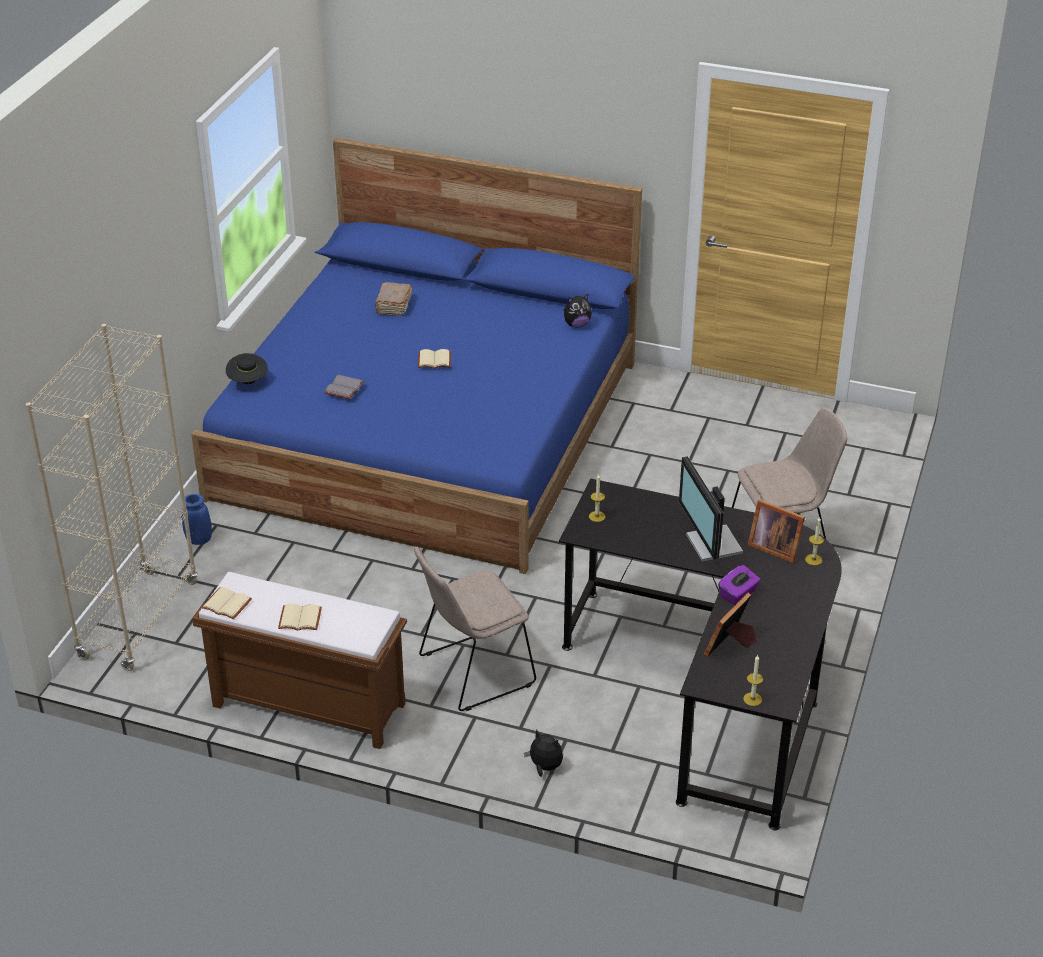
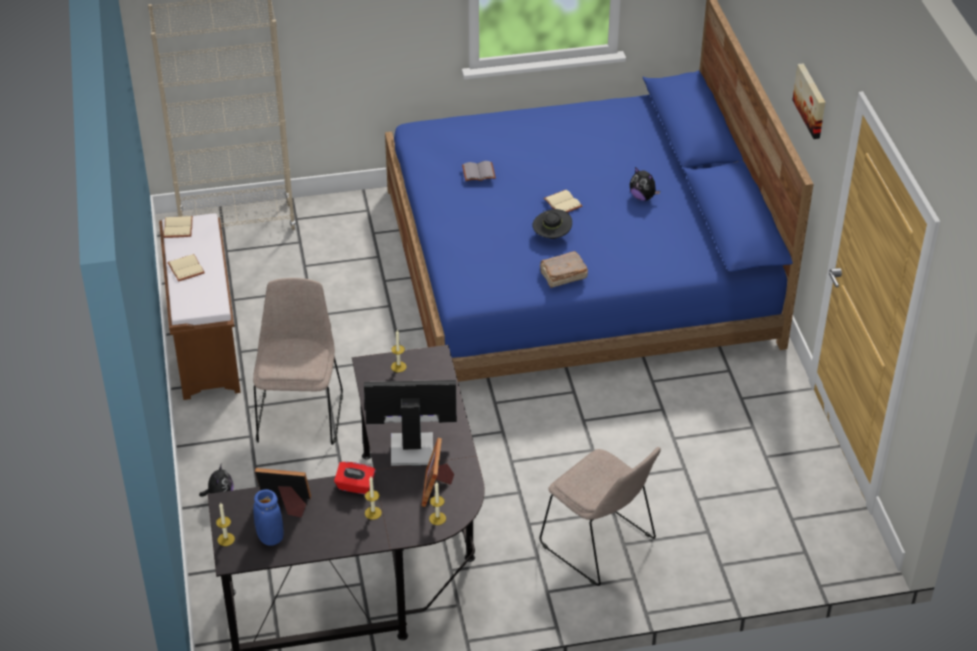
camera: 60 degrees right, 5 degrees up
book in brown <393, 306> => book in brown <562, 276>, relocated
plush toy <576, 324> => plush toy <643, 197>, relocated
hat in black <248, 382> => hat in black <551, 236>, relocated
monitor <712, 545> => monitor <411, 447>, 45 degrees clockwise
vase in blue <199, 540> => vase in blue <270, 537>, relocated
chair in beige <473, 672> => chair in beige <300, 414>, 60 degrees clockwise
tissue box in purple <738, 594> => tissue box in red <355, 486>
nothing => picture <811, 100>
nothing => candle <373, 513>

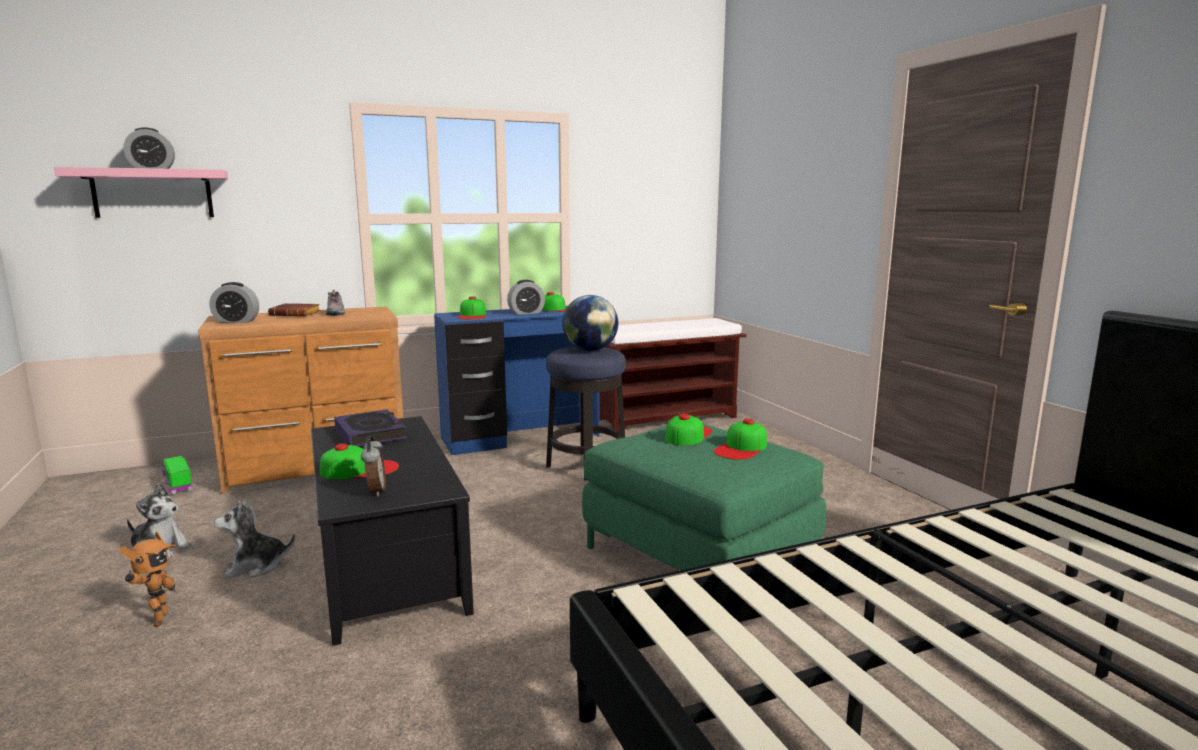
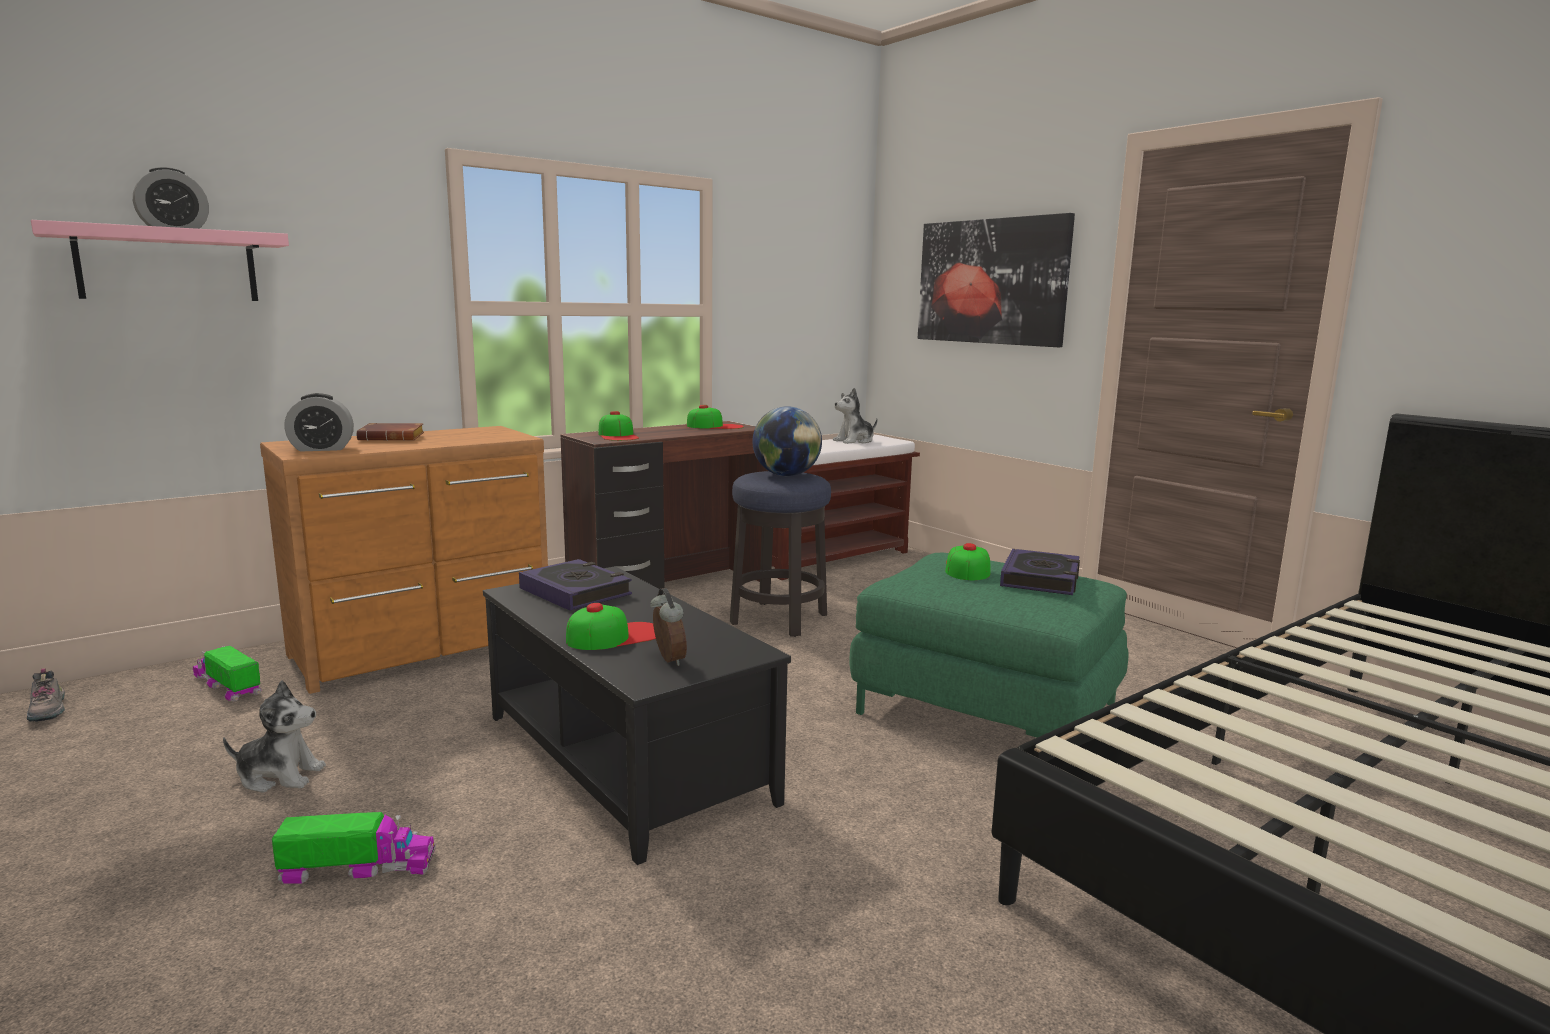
camera: 15 degrees left, 0 degrees up
alarm clock <526, 313> => nothing
shoe <336, 313> => shoe <48, 710>, relocated
desk in blue <521, 438> => desk in brown <671, 592>
cap <741, 448> => book <1040, 579>
plush toy <256, 566> => plush toy <854, 441>, relocated
toy robot <156, 620> => toy truck <358, 868>
nothing => picture <991, 281>

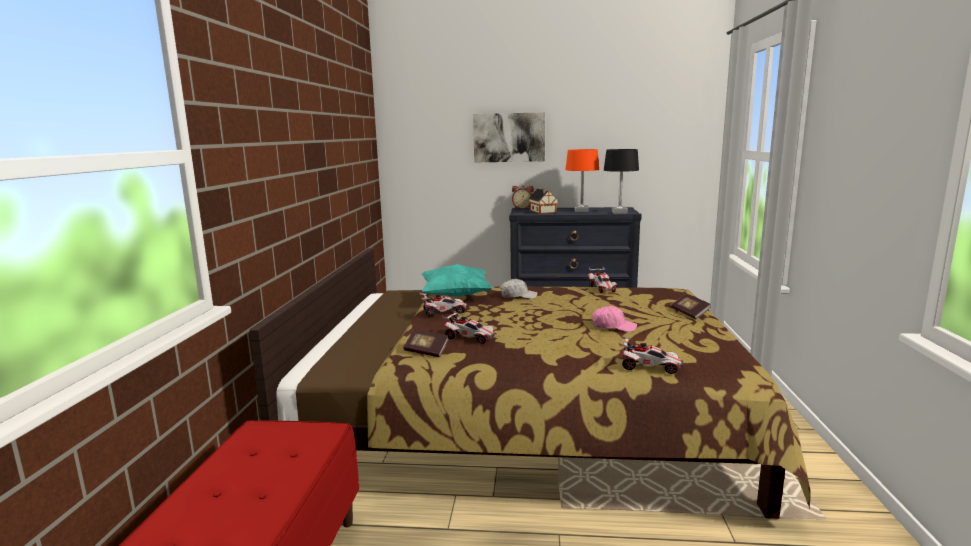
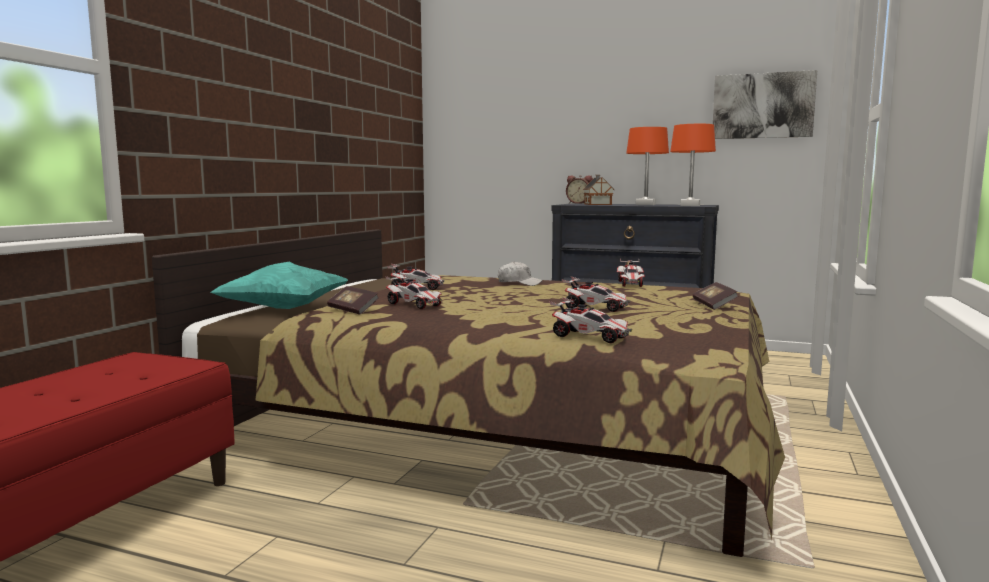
camera: 15 degrees right, 5 degrees down
picture <509, 137> => picture <762, 106>, relocated
table lamp in black <619, 212> => table lamp in orange <690, 205>
pillow in turquoise <456, 296> => pillow in turquoise <284, 309>, relocated
cap in pink <613, 327> => toy car <595, 308>

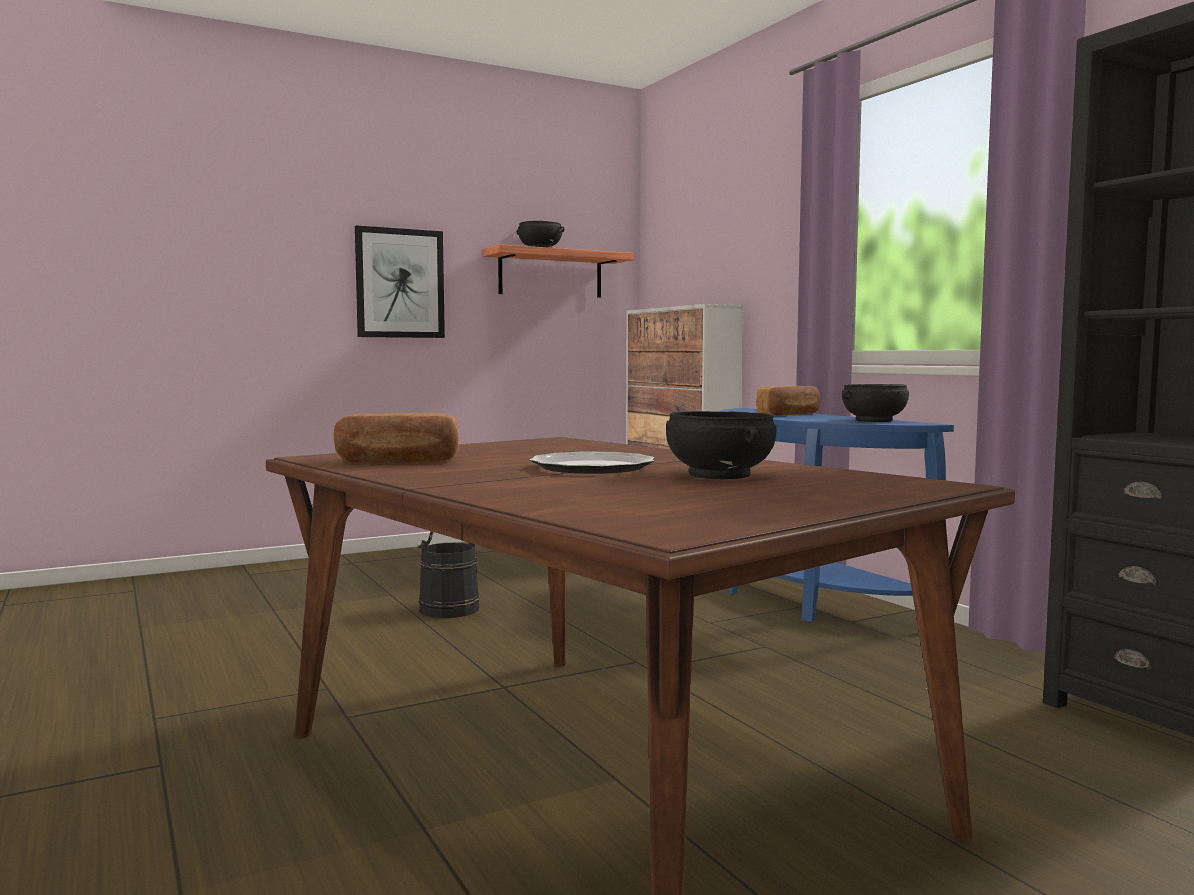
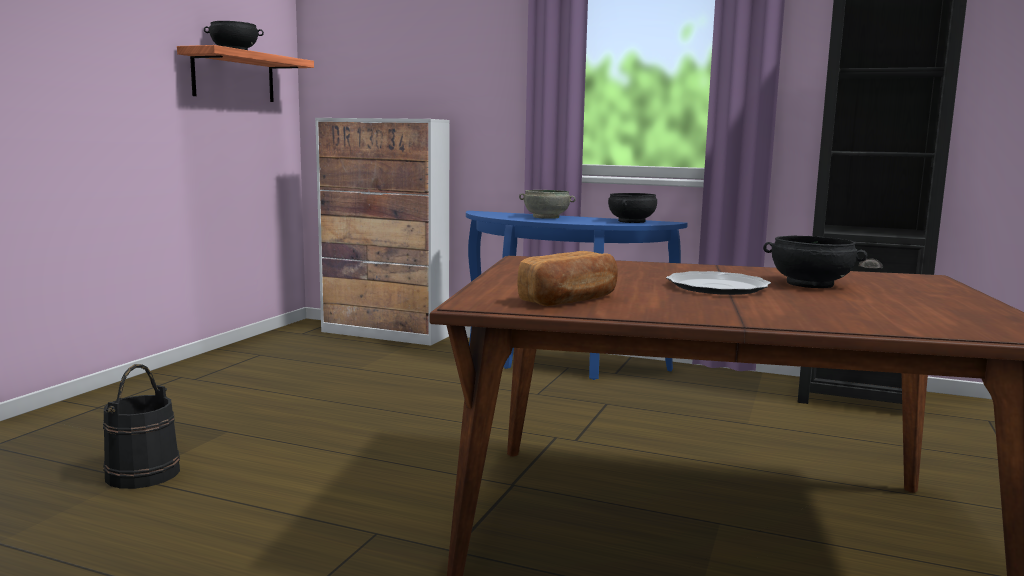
camera: 40 degrees left, 5 degrees up
picture <400, 283> => nothing
bread <789, 414> => bowl in grey <546, 217>
bucket in black <449, 609> => bucket in black <142, 473>, relocated

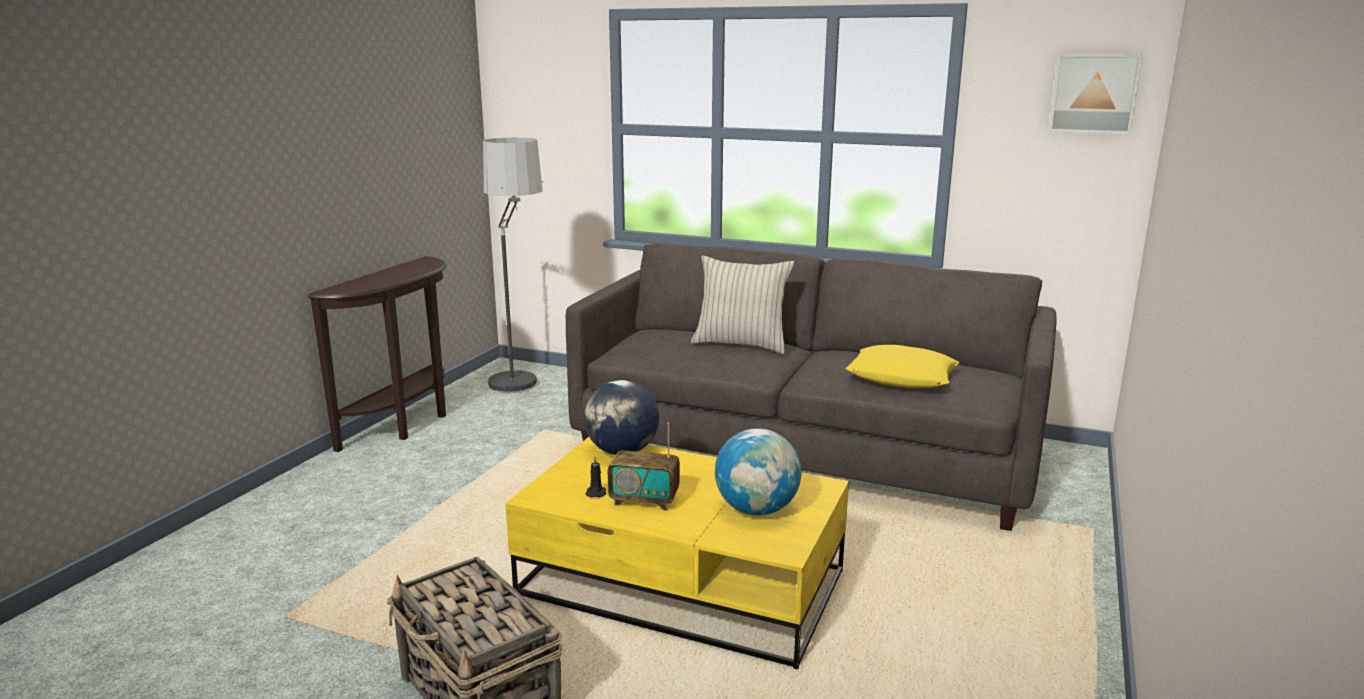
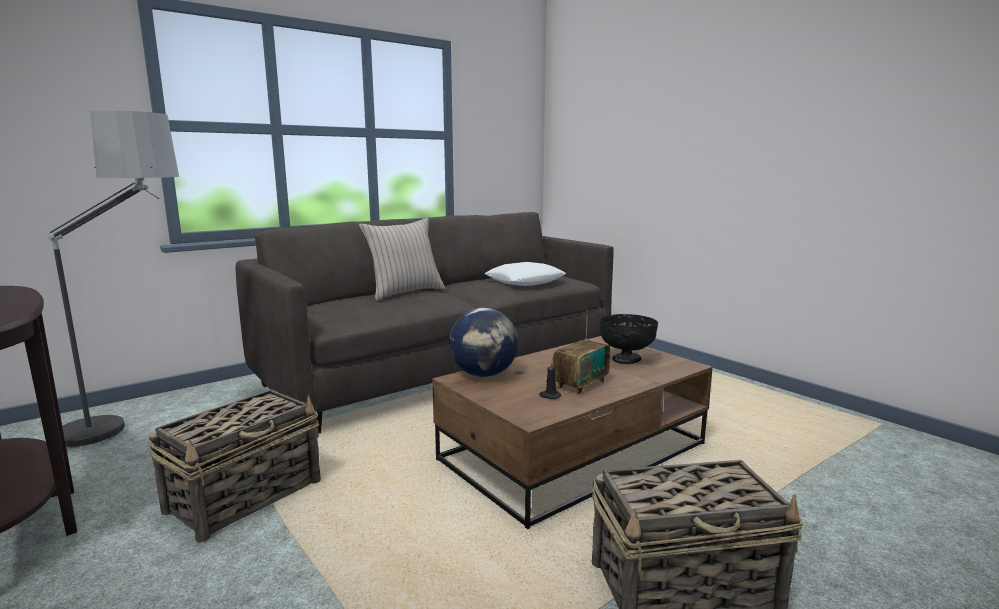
camera: 60 degrees left, 5 degrees down
picture <1094, 93> => nothing
pillow in yellow <902, 377> => pillow in white <525, 281>
globe <756, 510> => bowl in black <626, 360>
coffee table in yellow <684, 584> => coffee table in brown <574, 451>
nothing => basket <246, 496>

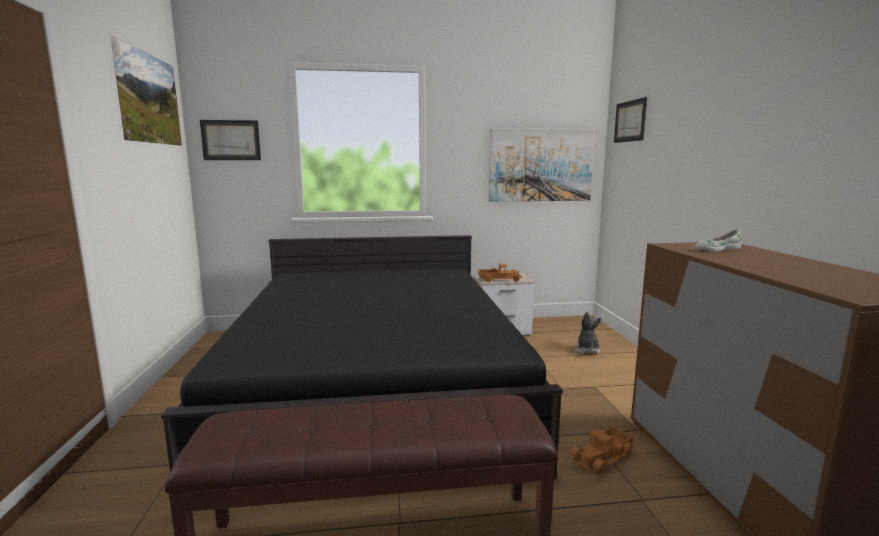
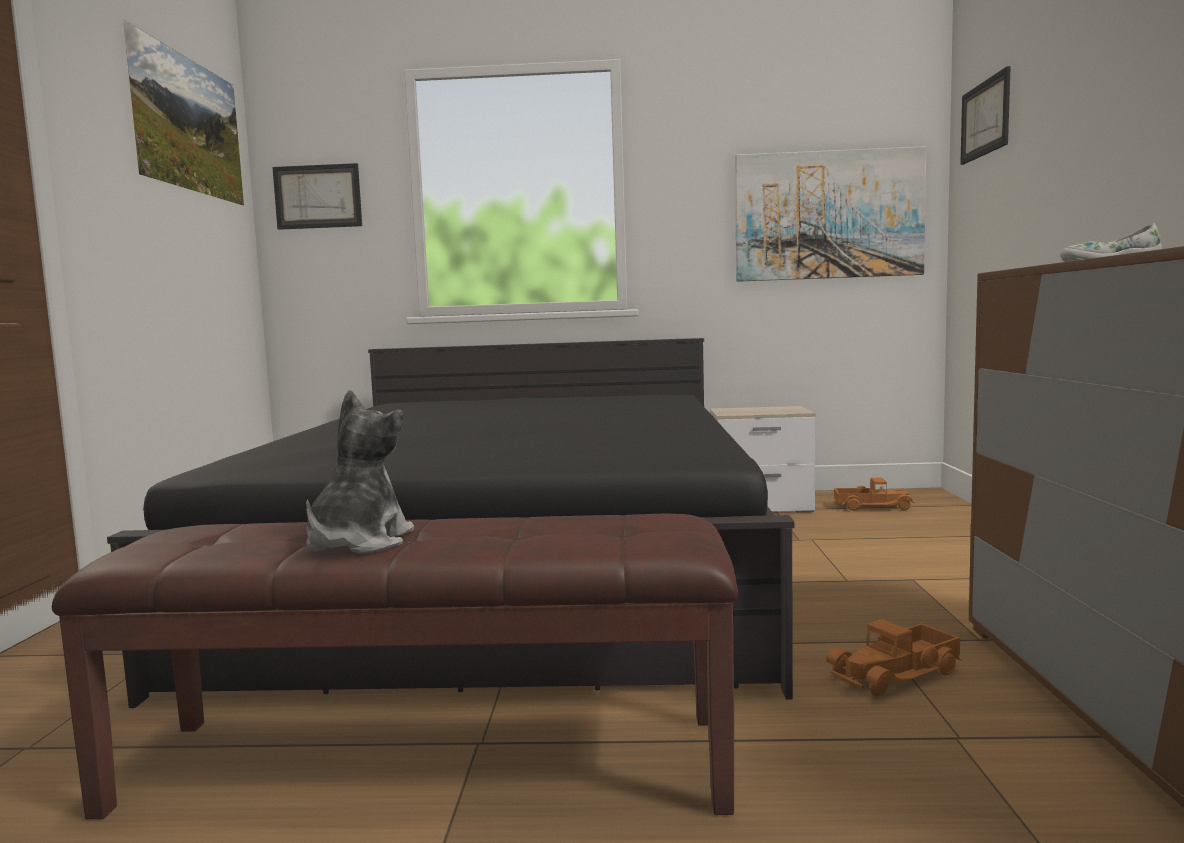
camera: 10 degrees right, 5 degrees down
toy truck <499, 280> => toy truck <872, 506>, relocated
plush toy <587, 350> => plush toy <358, 543>, relocated

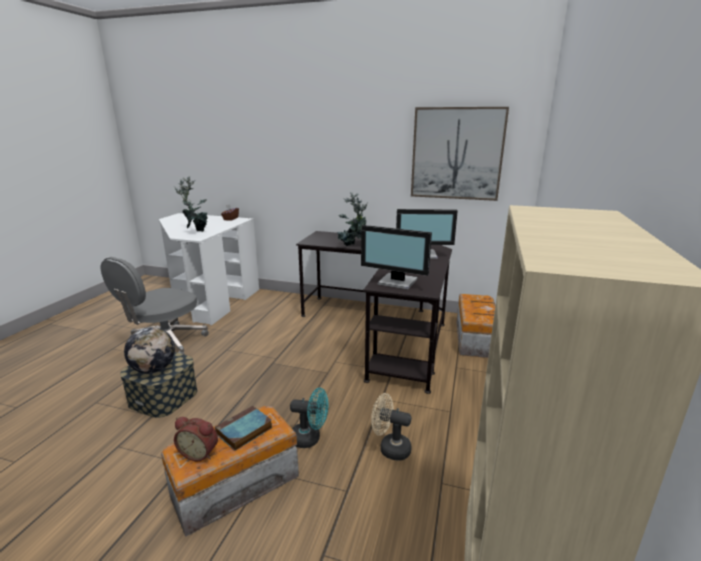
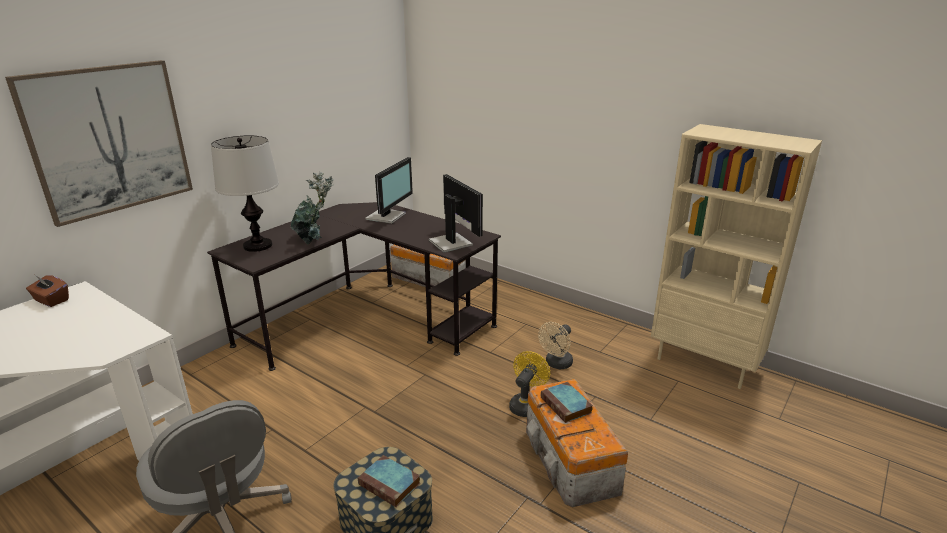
camera: 70 degrees left, 5 degrees up
picture <456, 154> => picture <109, 140>, relocated
potted plant <196, 231> => nothing
monitor <397, 282> => monitor <452, 242>, 75 degrees counterclockwise
globe <154, 369> => book <390, 484>
fan in turquoise <310, 438> => fan in yellow <526, 404>
alarm clock <200, 452> => nothing
nothing => table lamp <257, 246>

